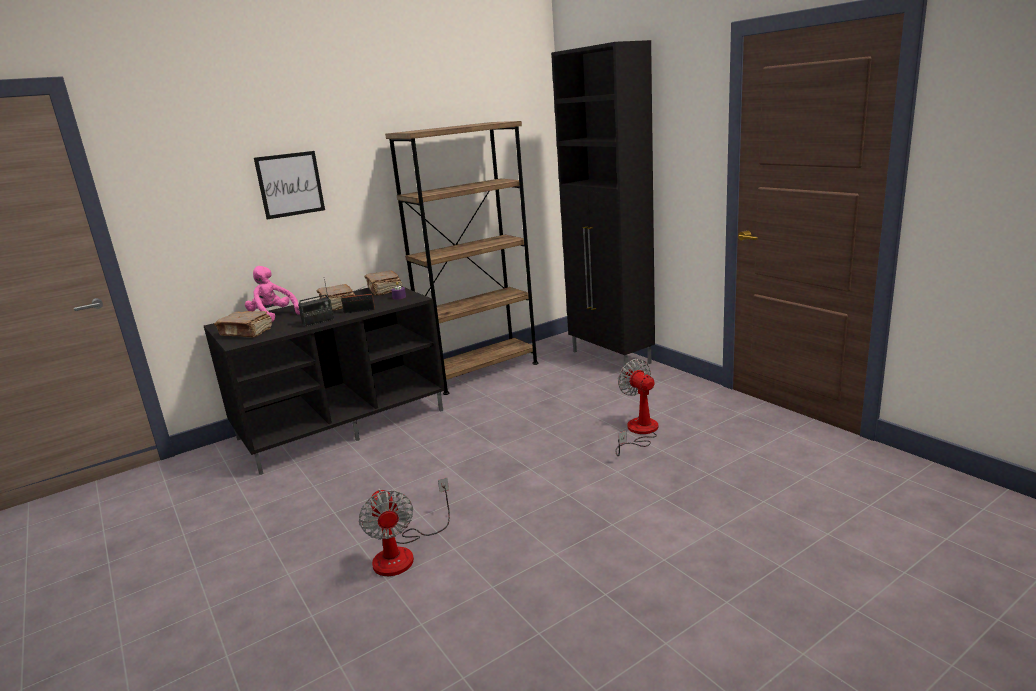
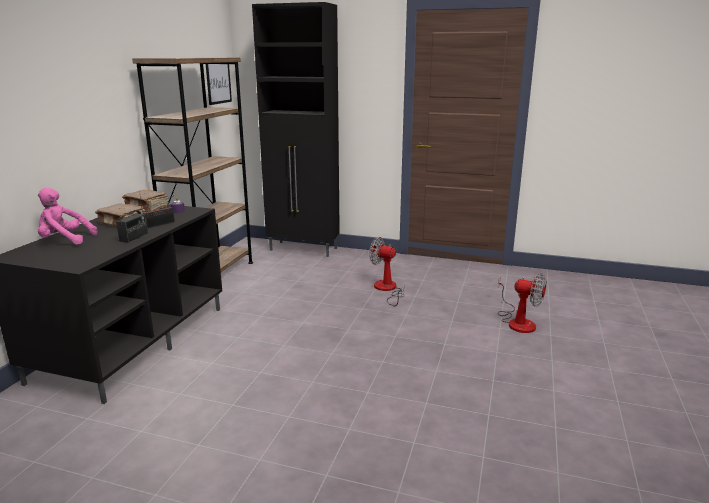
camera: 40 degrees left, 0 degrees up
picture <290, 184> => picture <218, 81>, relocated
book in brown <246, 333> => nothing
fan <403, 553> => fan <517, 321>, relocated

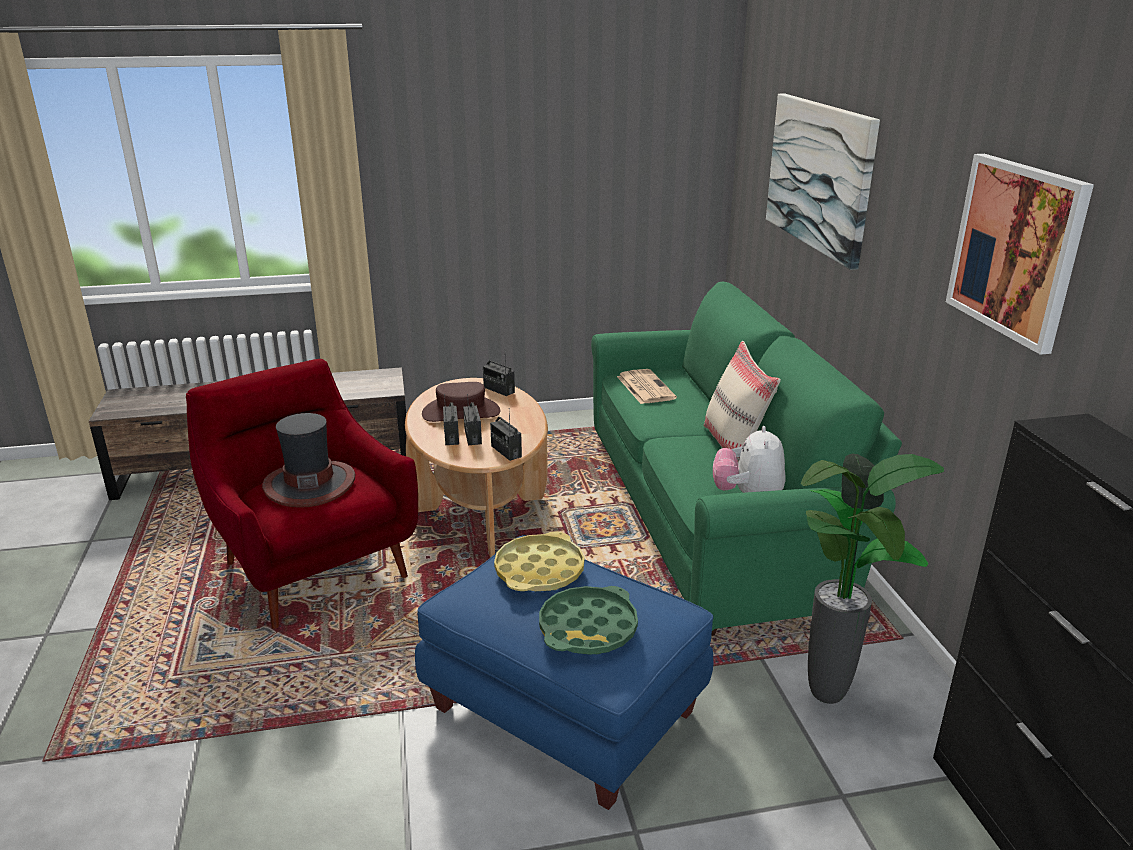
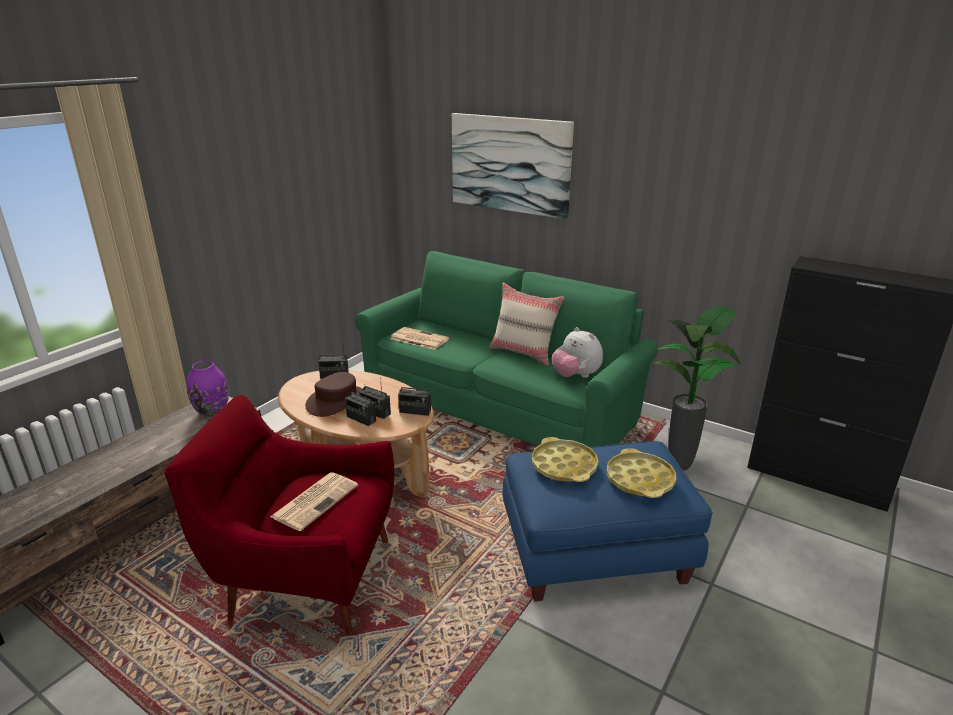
camera: 45 degrees left, 0 degrees up
picture <1016, 249> => nothing
hat <309, 484> => newspaper <315, 500>
tray in green <588, 628> => tray in yellow <640, 479>
nothing => vase in purple <212, 411>

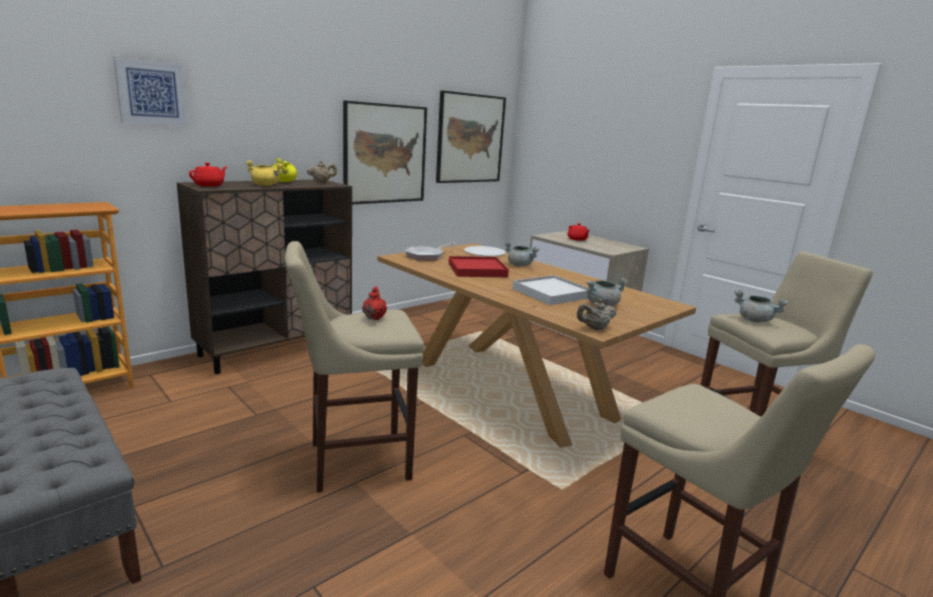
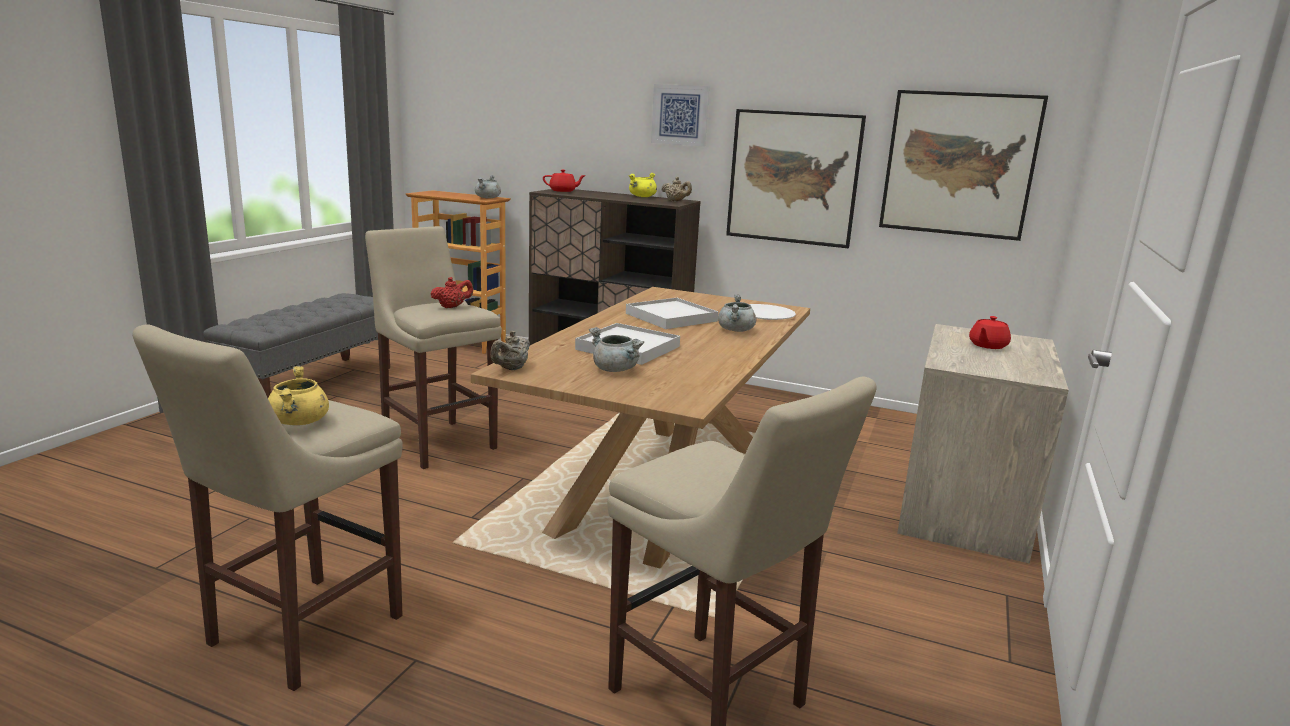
camera: 65 degrees right, 0 degrees up
picture <152, 93> => picture <680, 115>, relocated
cooking pot in yellow <266, 185> => cooking pot in yellow <299, 422>, relocated
frying pan <427, 256> => nothing
tray in red <477, 270> => tray in white <670, 317>
cooking pot in grey <755, 320> => cooking pot in grey <487, 198>, relocated
teapot in beige <594, 328> => teapot in beige <511, 369>, 105 degrees counterclockwise

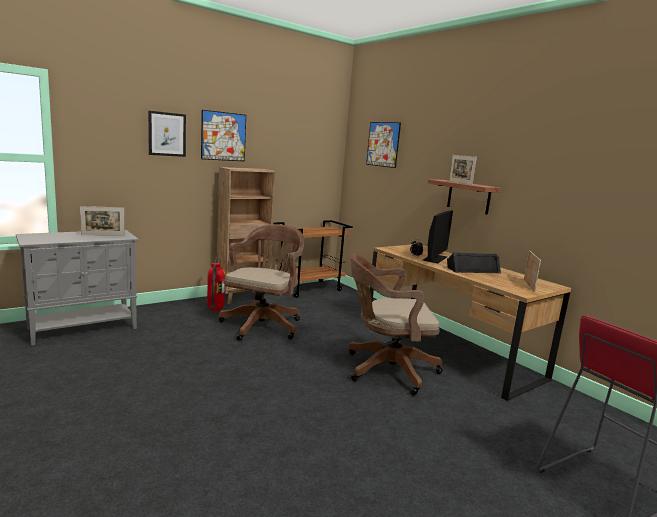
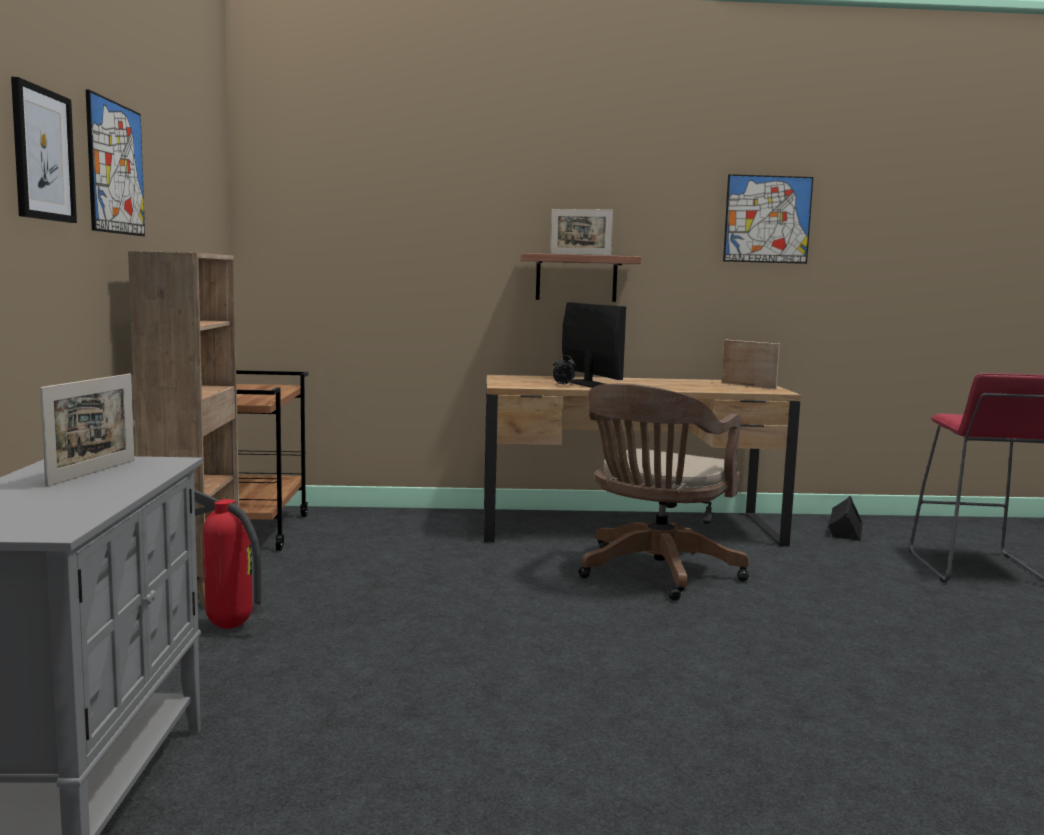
camera: 55 degrees left, 5 degrees down
picture <383, 144> => picture <767, 219>, relocated
office chair in brown <263, 324> => nothing
speaker in black <472, 270> => speaker in black <844, 529>, relocated

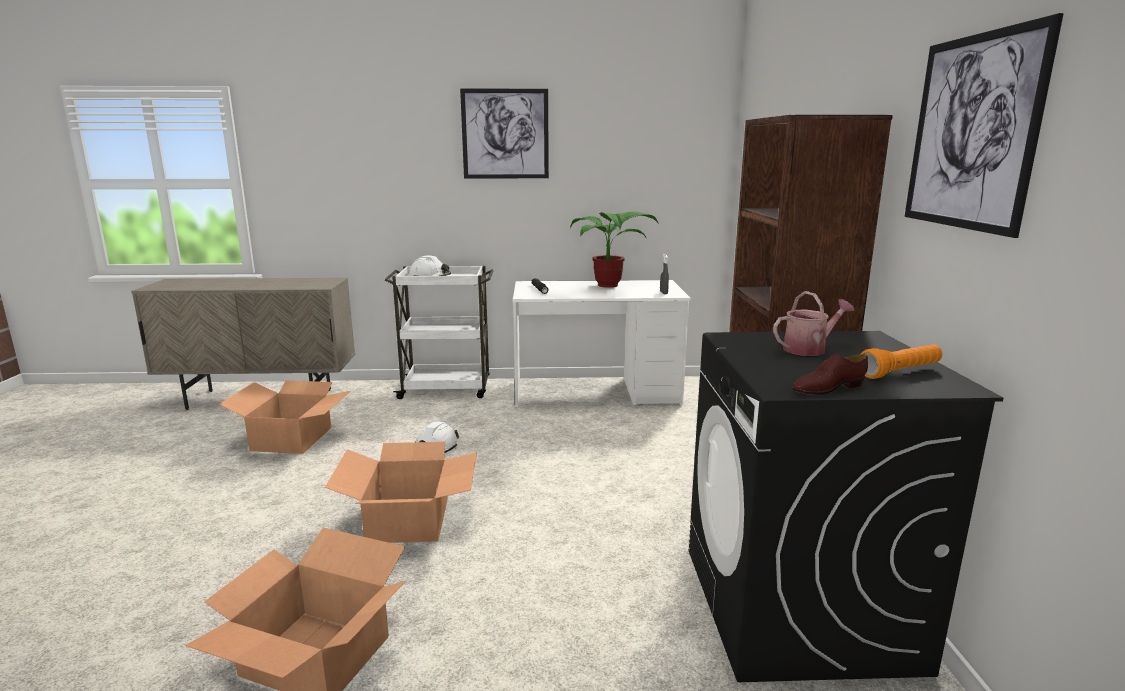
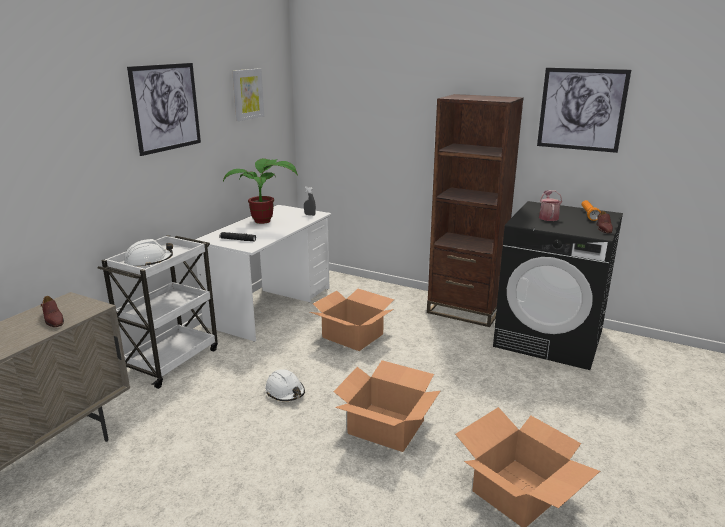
camera: 60 degrees left, 5 degrees up
cardboard box <293, 439> => cardboard box <353, 335>, relocated
nothing => picture <247, 94>
nothing => shoe in brown <53, 320>

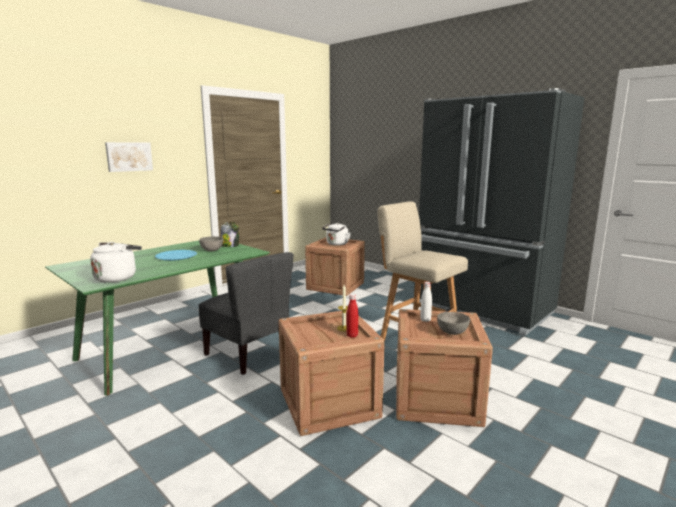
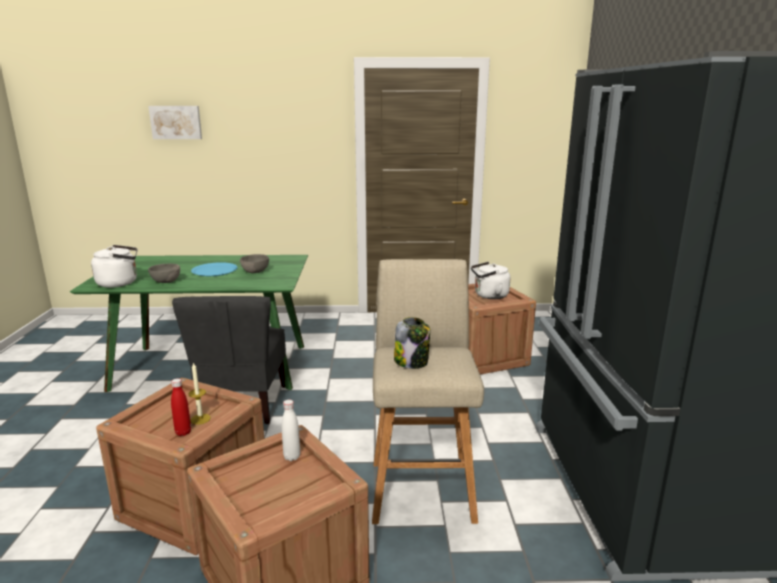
camera: 45 degrees right, 5 degrees up
picture <129, 156> => picture <176, 122>, relocated
jar <230, 245> => jar <411, 362>, relocated
bowl in grey <453, 333> => bowl in grey <166, 282>, relocated

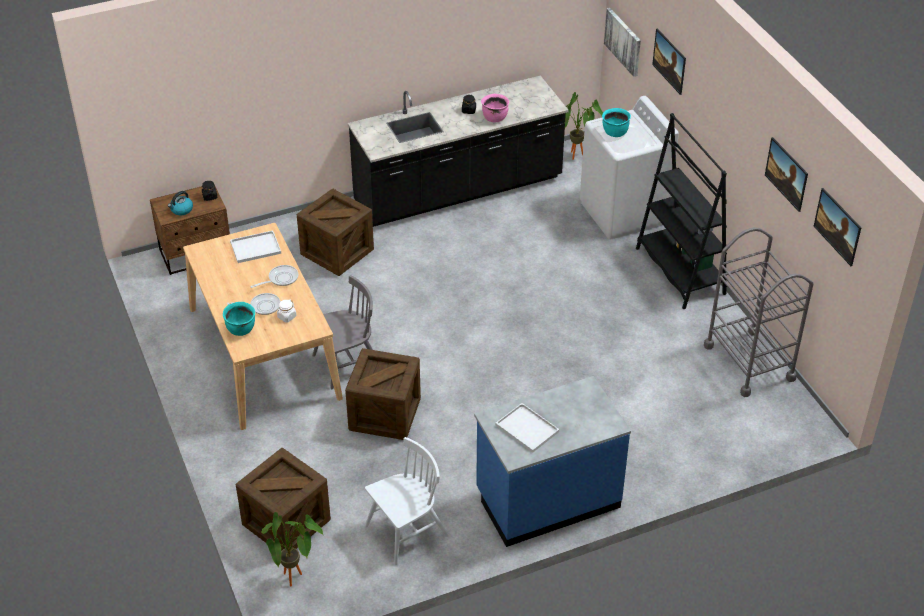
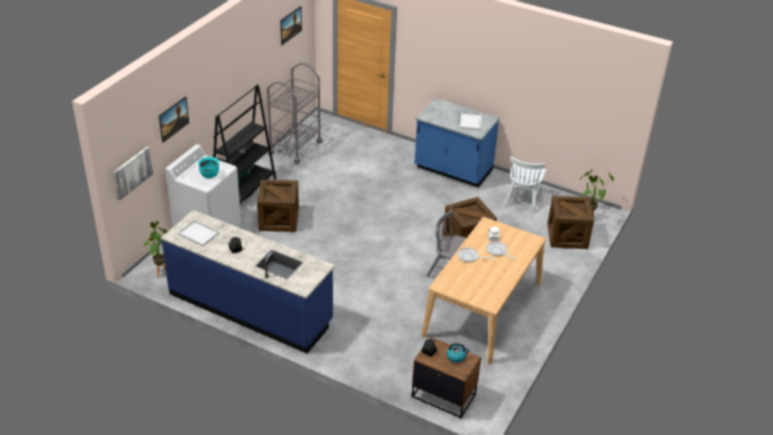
camera: 130 degrees left, 5 degrees down
counter in black <458, 190> => counter in blue <250, 308>
cooking pot in pink <494, 118> => nothing
picture <784, 183> => nothing
crate <337, 252> => crate <279, 220>, relocated
tray in white <254, 248> => tray in white <199, 234>, relocated
cooking pot in turquoise <241, 329> => nothing
chair in white <406, 531> => chair in white <522, 200>, 90 degrees counterclockwise

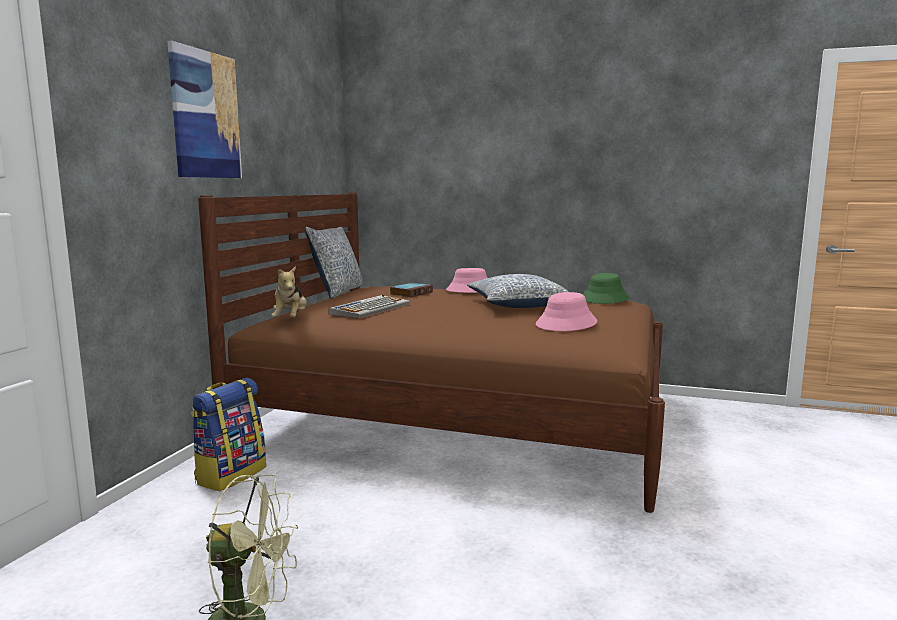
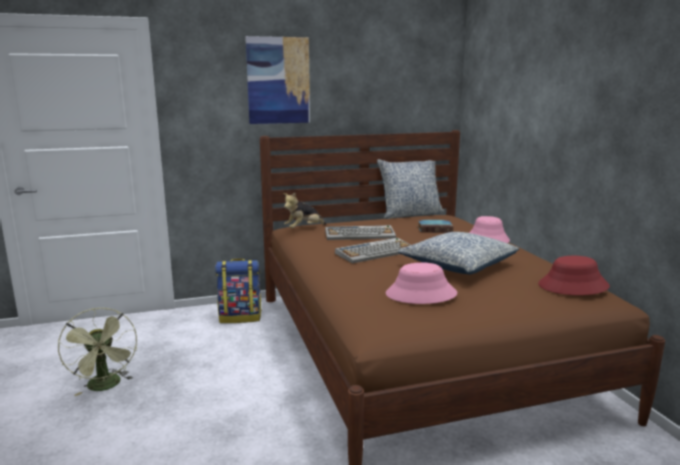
camera: 55 degrees right, 5 degrees up
hat in green <604, 298> => hat in red <573, 286>
nothing => keyboard <376, 252>

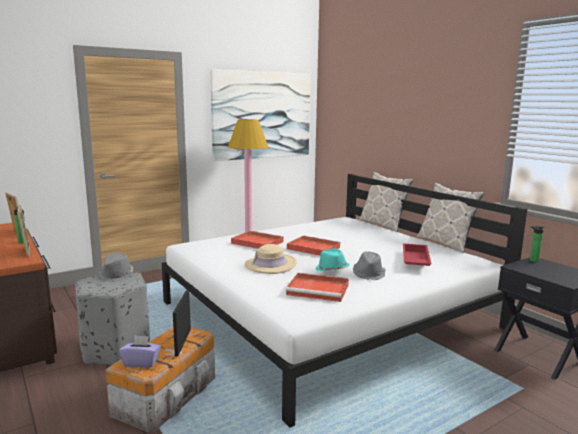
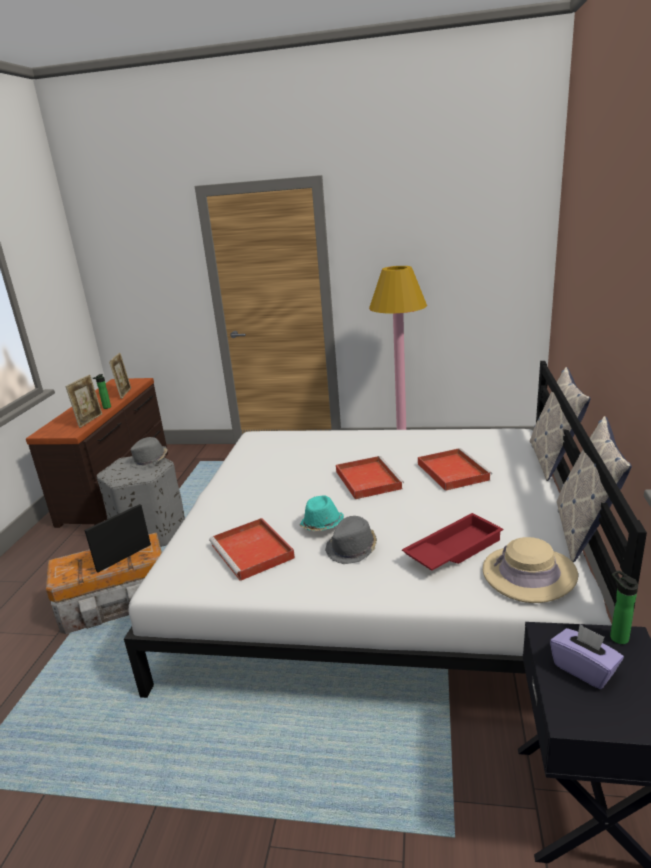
camera: 45 degrees right, 10 degrees up
picture <262, 115> => nothing
tray in red <256, 242> => tray in red <451, 471>, relocated
hat in beige <270, 265> => hat in beige <529, 574>, relocated
tissue box in purple <141, 362> => tissue box in purple <584, 669>, relocated

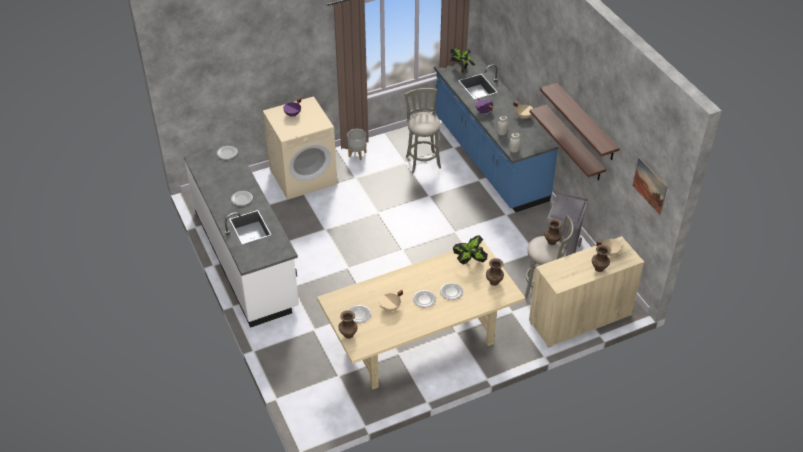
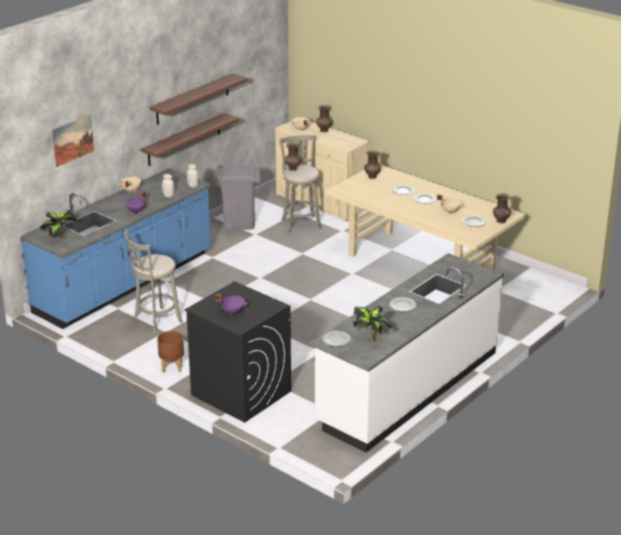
camera: 115 degrees left, 15 degrees down
washing machine in beige <303, 176> => washing machine in black <240, 393>
planter in grey <357, 154> => planter in brown <171, 367>
picture <650, 185> => picture <73, 140>, relocated
potted plant <470, 262> => potted plant <371, 337>, relocated

